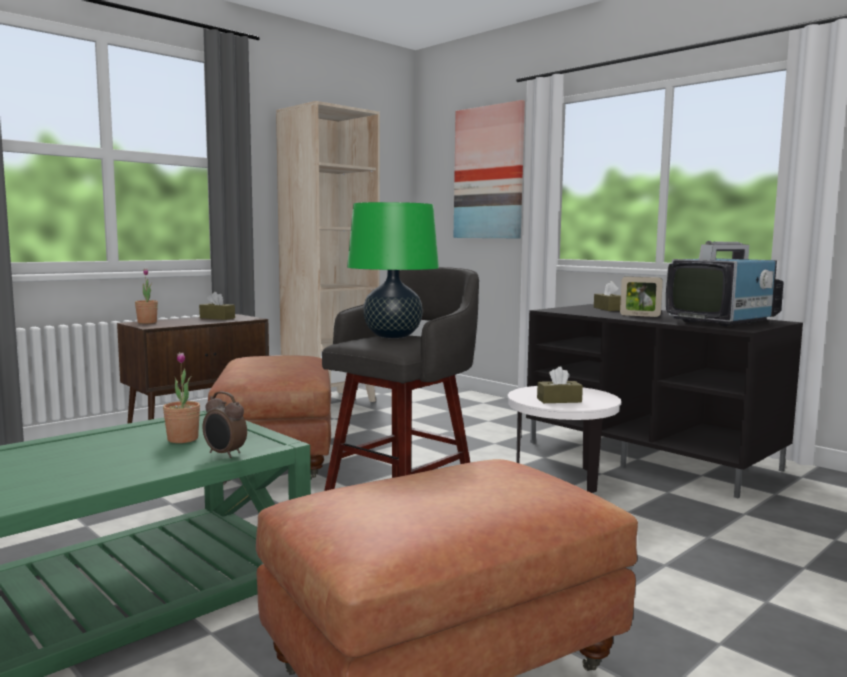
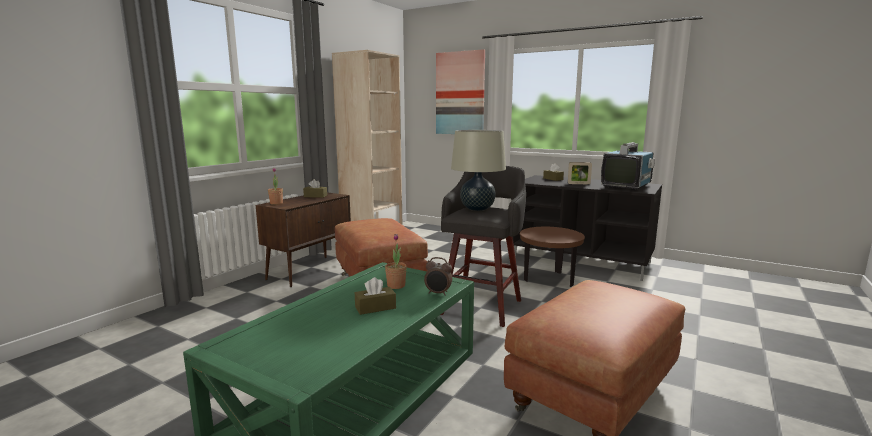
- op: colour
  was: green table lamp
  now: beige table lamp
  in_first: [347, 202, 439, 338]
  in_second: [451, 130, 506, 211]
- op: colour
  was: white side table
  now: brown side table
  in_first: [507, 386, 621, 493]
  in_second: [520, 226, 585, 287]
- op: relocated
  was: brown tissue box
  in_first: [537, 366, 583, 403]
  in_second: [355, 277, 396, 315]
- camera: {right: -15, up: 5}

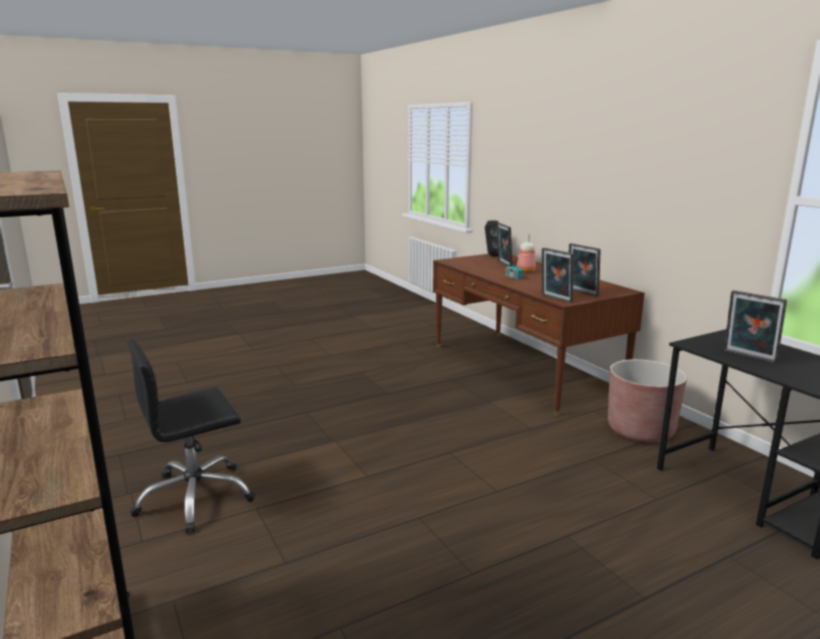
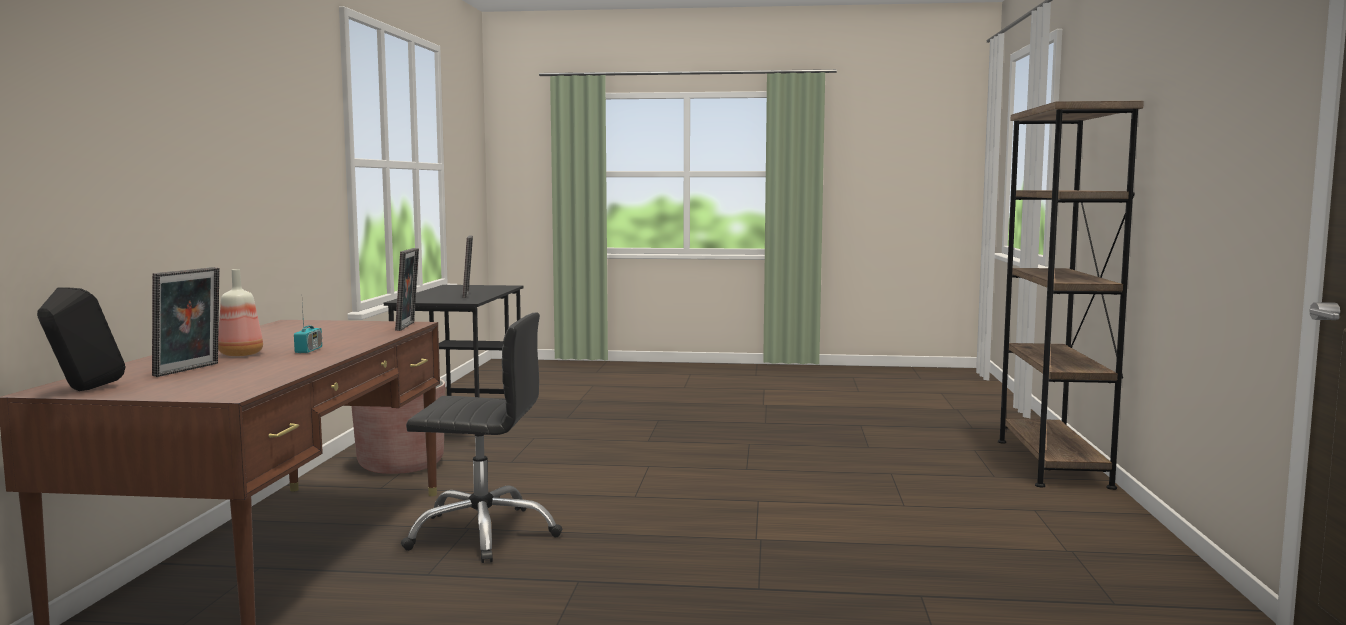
- op: relocated
  was: black office chair
  in_first: [127, 338, 256, 533]
  in_second: [401, 312, 562, 563]
- op: missing
  was: picture frame
  in_first: [569, 243, 601, 297]
- camera: {right: -145, up: -10}

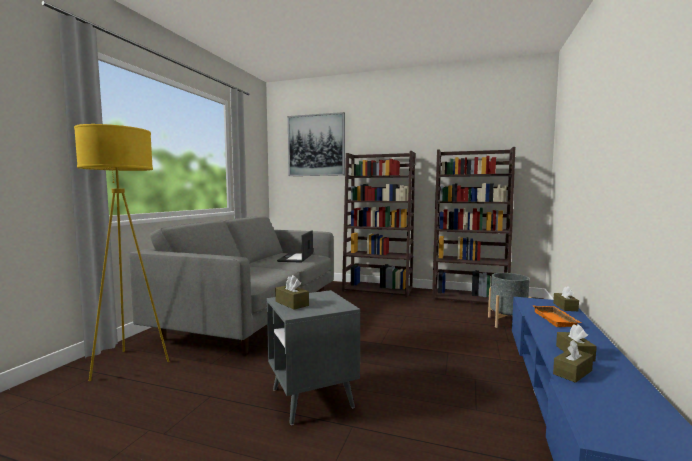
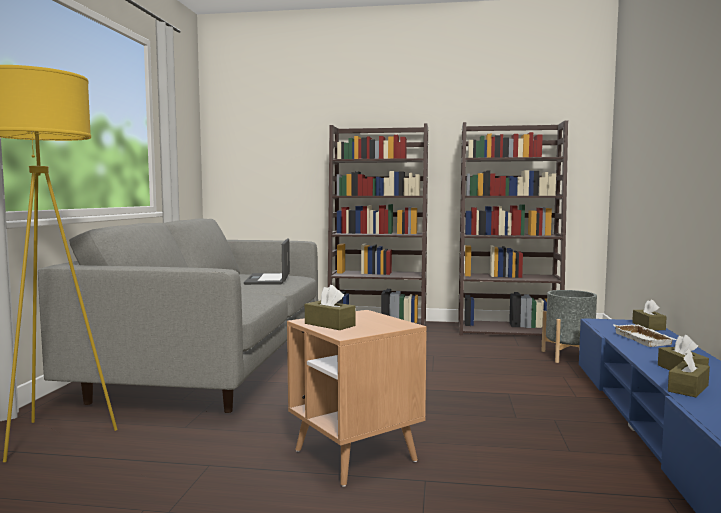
- op: colour
  was: grey side table
  now: brown side table
  in_first: [267, 290, 360, 425]
  in_second: [287, 310, 427, 487]
- op: missing
  was: picture
  in_first: [288, 112, 345, 176]
- op: colour
  was: orange tray
  now: white tray
  in_first: [532, 305, 581, 327]
  in_second: [614, 324, 677, 347]
- camera: {right: -10, up: 0}

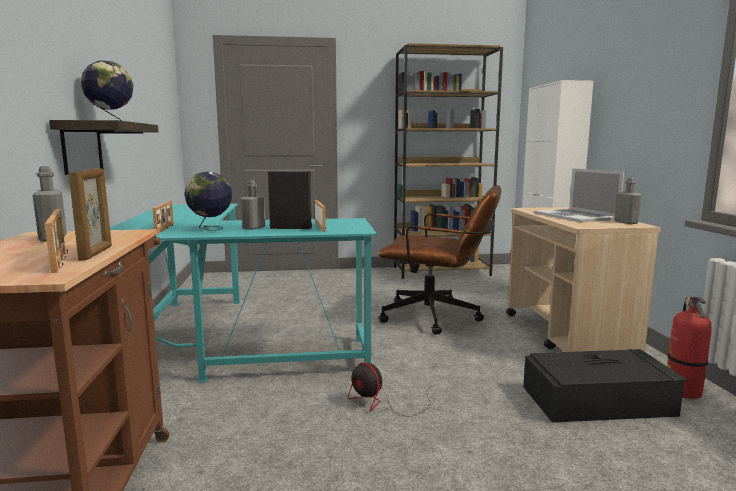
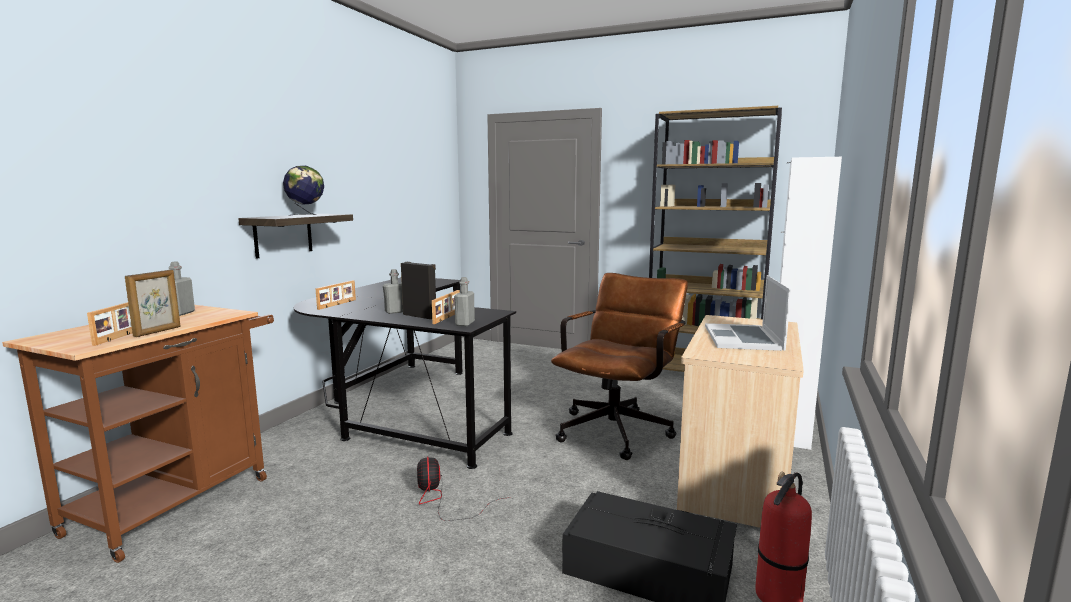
- op: colour
  was: turquoise desk
  now: black desk
  in_first: [110, 204, 377, 383]
  in_second: [294, 277, 516, 469]
- op: missing
  was: globe
  in_first: [184, 172, 232, 231]
- op: spun
  was: brown office chair
  in_first: [378, 185, 501, 335]
  in_second: [551, 273, 688, 460]
  clockwise: -105
- op: relocated
  was: grey bottle
  in_first: [614, 177, 642, 224]
  in_second: [454, 277, 475, 326]
- camera: {right: 30, up: 0}

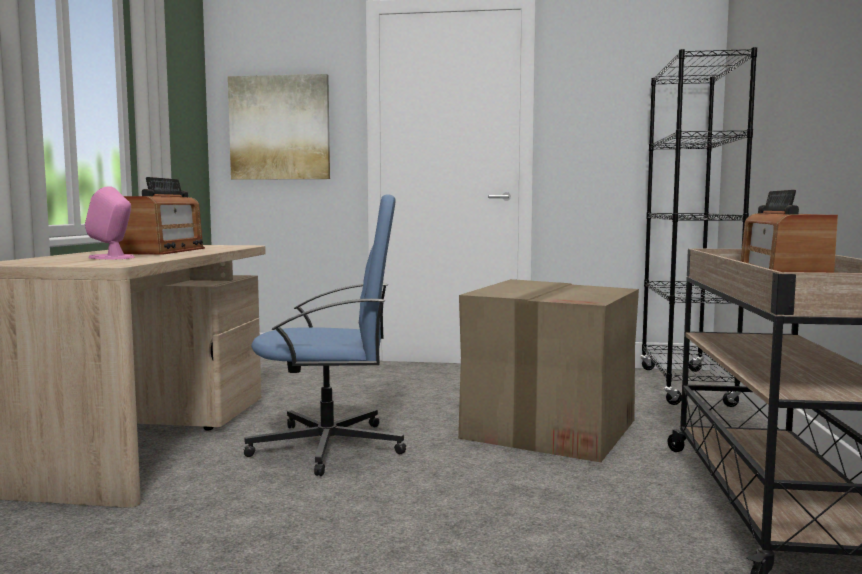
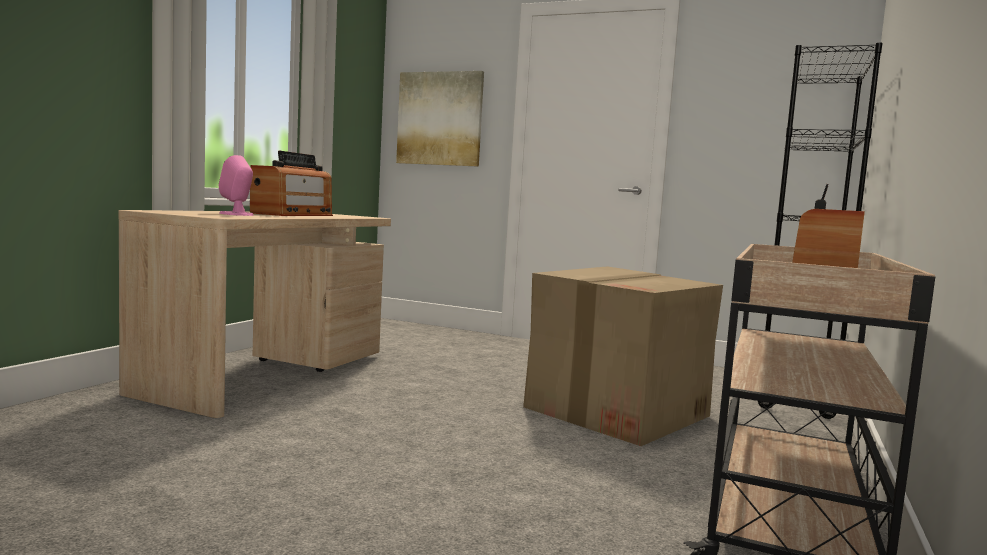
- op: missing
  was: blue office chair
  in_first: [244, 194, 406, 476]
- camera: {right: 15, up: 0}

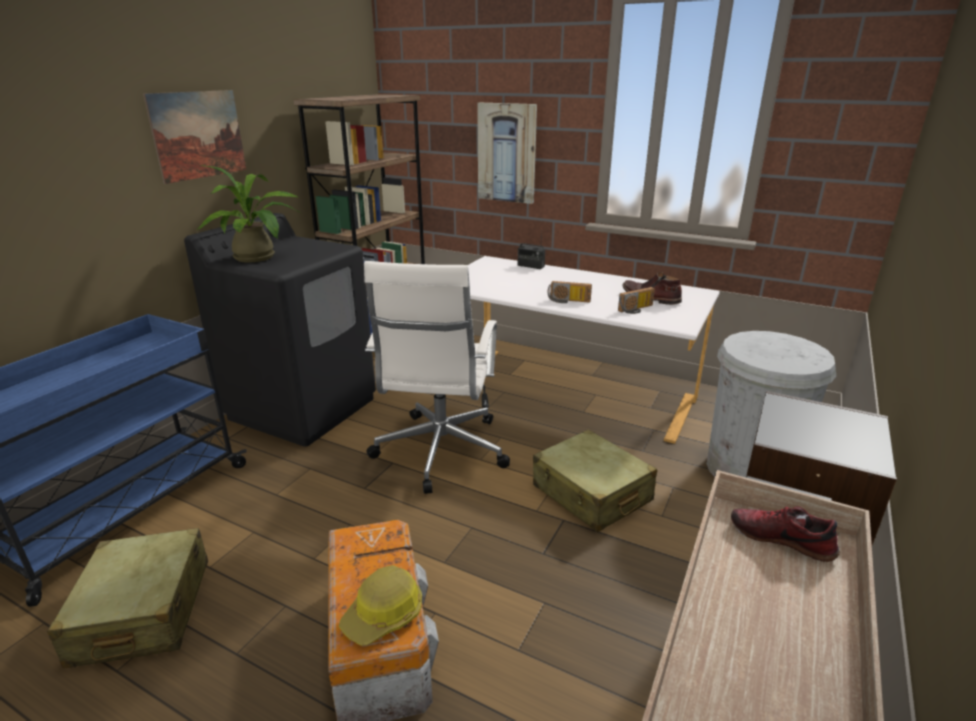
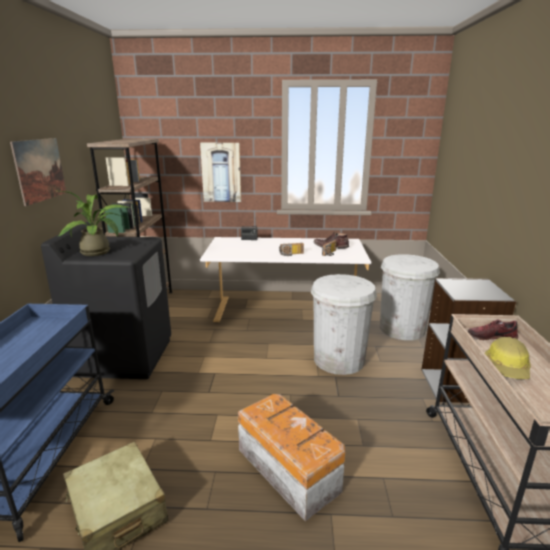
- op: relocated
  was: hard hat
  in_first: [339, 565, 422, 646]
  in_second: [485, 337, 531, 379]
- op: missing
  was: white office chair
  in_first: [364, 261, 510, 494]
- op: exchanged
  was: beige suitcase
  now: white trash can
  in_first: [533, 429, 657, 532]
  in_second: [311, 274, 377, 375]
- camera: {right: -25, up: -5}

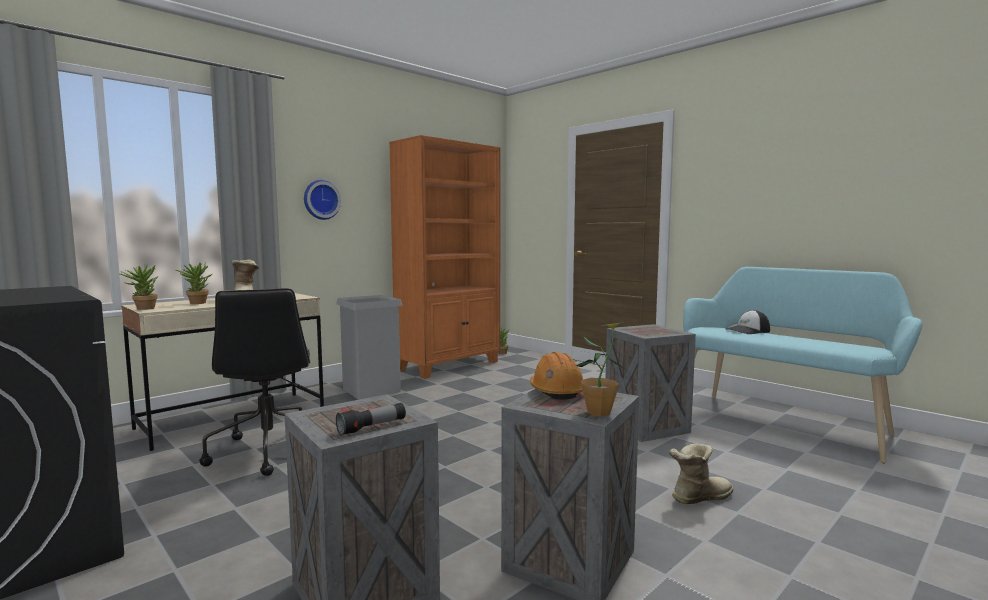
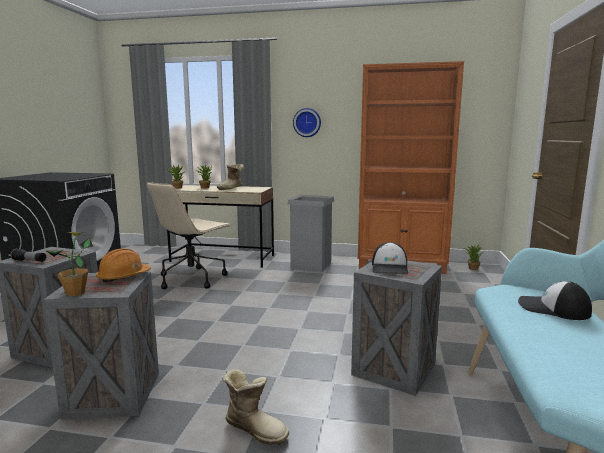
- op: colour
  was: black office chair
  now: beige office chair
  in_first: [199, 288, 310, 476]
  in_second: [147, 182, 232, 289]
- op: appeared
  now: cap
  in_second: [372, 242, 408, 274]
- camera: {right: 55, up: 5}

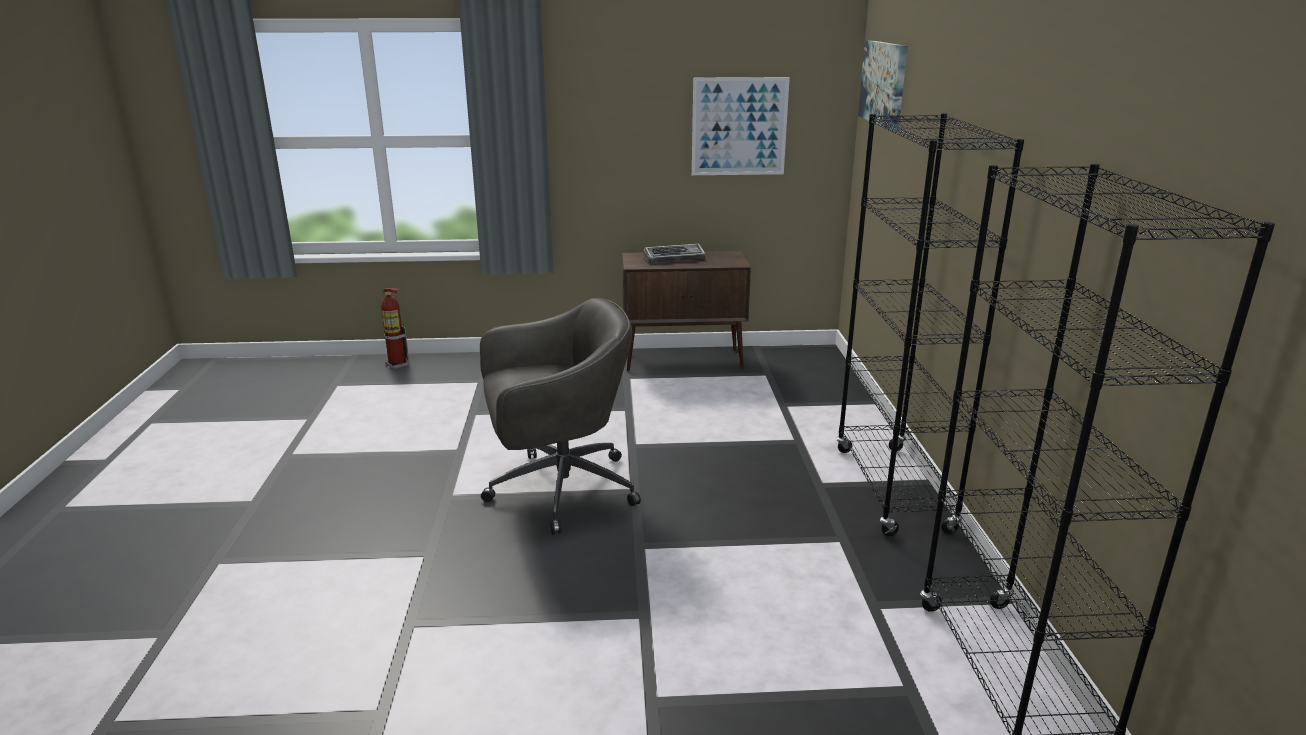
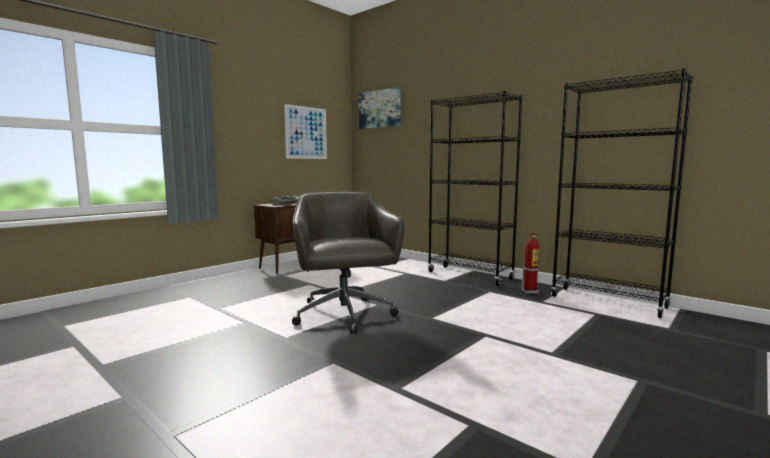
- op: relocated
  was: fire extinguisher
  in_first: [381, 288, 410, 369]
  in_second: [522, 232, 540, 294]
- op: spun
  was: grey office chair
  in_first: [480, 298, 641, 534]
  in_second: [292, 192, 405, 334]
  clockwise: -45
- camera: {right: -45, up: -15}

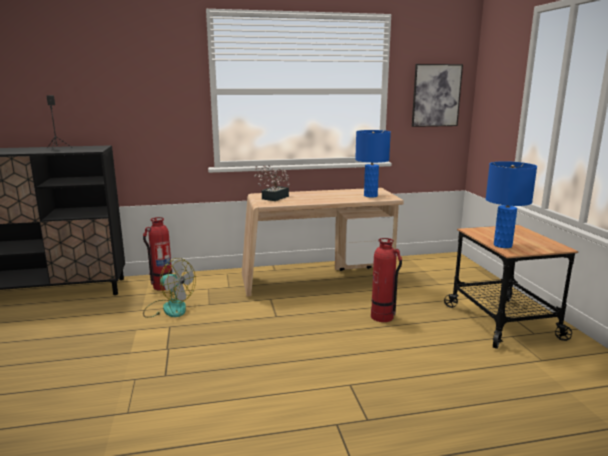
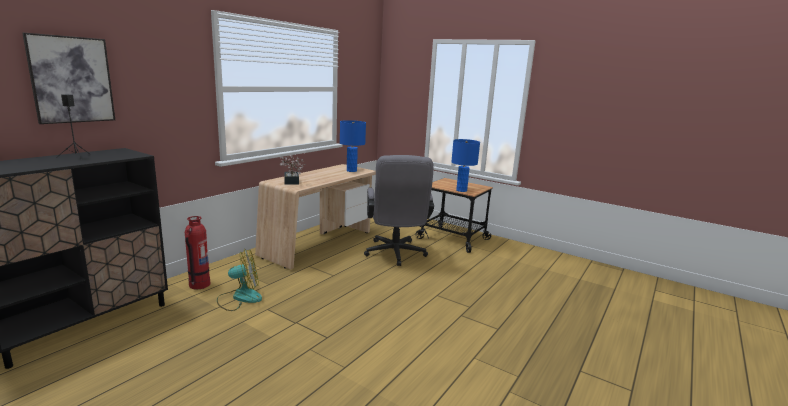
- op: exchanged
  was: fire extinguisher
  now: grey office chair
  in_first: [371, 238, 402, 322]
  in_second: [364, 155, 434, 266]
- op: relocated
  was: picture
  in_first: [412, 64, 463, 127]
  in_second: [22, 33, 115, 124]
- camera: {right: -45, up: 0}

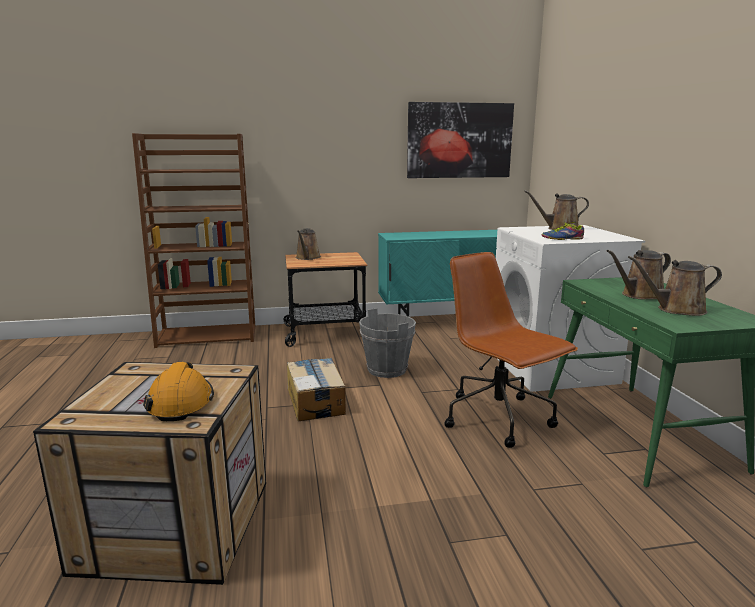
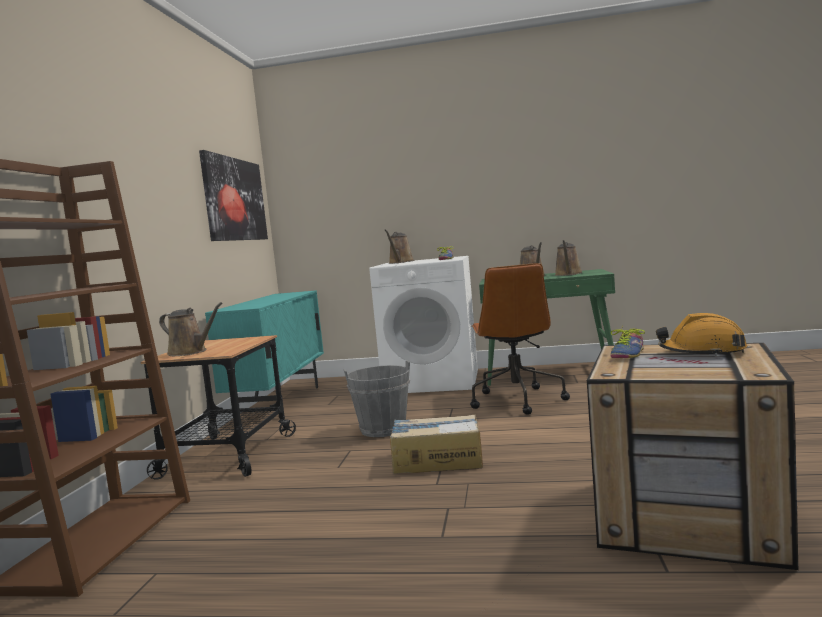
- op: spun
  was: brown office chair
  in_first: [444, 252, 578, 448]
  in_second: [470, 263, 570, 414]
  clockwise: -75
- op: appeared
  now: shoe
  in_second: [610, 326, 645, 358]
- camera: {right: -70, up: -10}

